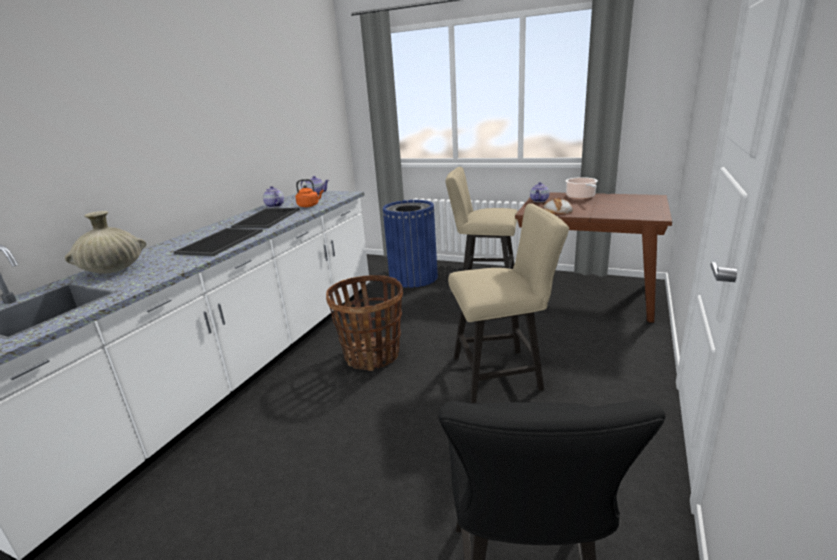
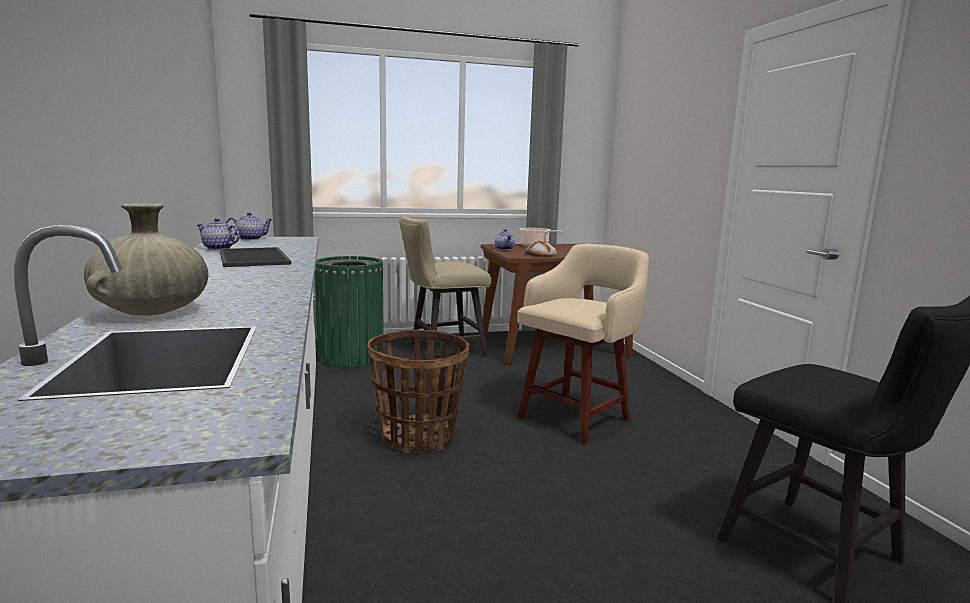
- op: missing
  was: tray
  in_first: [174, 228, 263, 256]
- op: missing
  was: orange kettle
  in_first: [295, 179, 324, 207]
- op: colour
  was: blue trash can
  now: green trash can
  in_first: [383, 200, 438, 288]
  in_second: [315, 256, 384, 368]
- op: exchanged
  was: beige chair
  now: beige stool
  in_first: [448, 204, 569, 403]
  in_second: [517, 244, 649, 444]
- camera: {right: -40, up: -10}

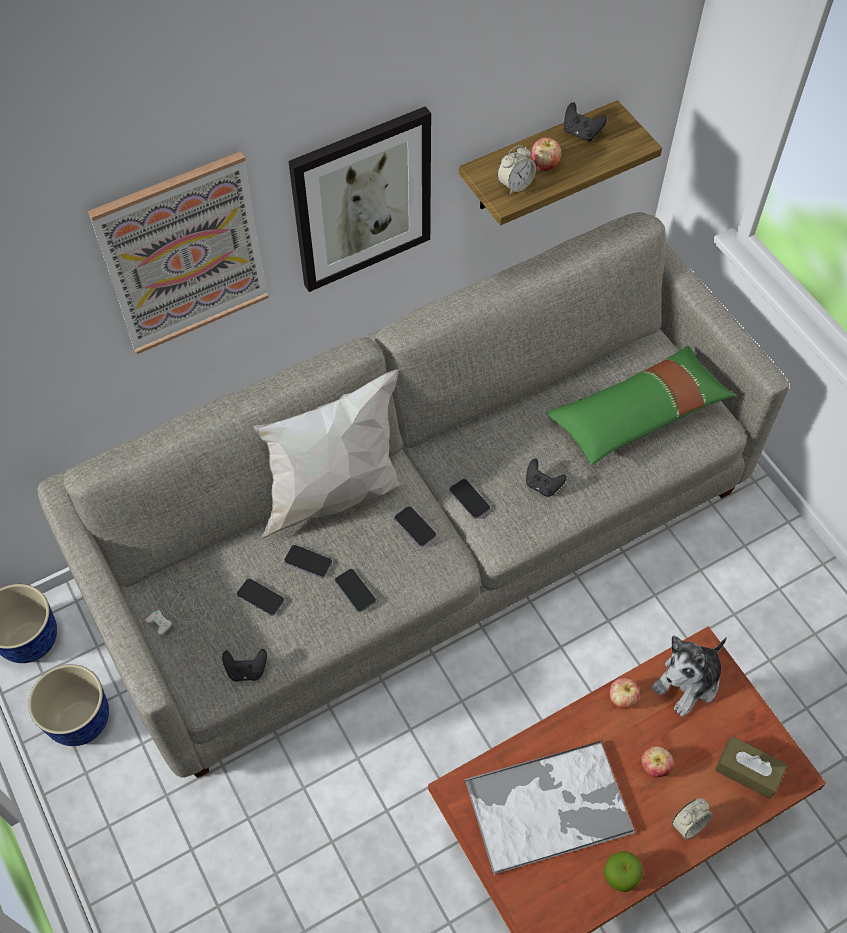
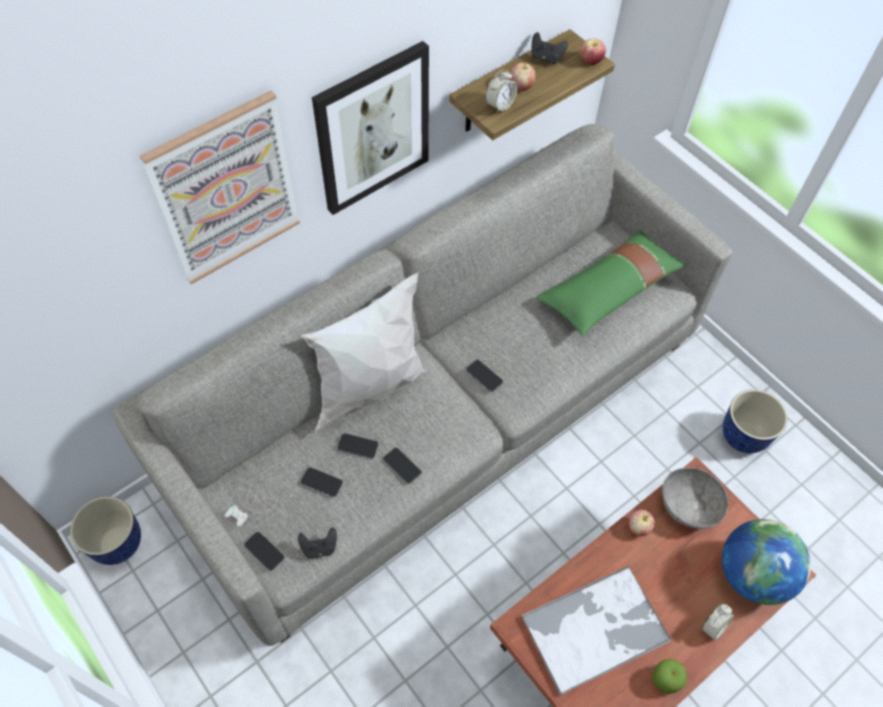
- op: relocated
  was: planter
  in_first: [28, 664, 109, 746]
  in_second: [723, 389, 788, 453]
- op: relocated
  was: phone
  in_first: [395, 506, 436, 547]
  in_second: [244, 532, 285, 571]
- op: missing
  was: black game controller
  in_first: [526, 459, 567, 497]
- op: relocated
  was: apple
  in_first: [641, 746, 673, 778]
  in_second: [580, 39, 606, 65]
- op: exchanged
  was: plush toy
  now: grey bowl
  in_first: [651, 635, 727, 717]
  in_second: [662, 468, 728, 529]
- op: exchanged
  was: brown tissue box
  now: globe
  in_first: [715, 736, 788, 799]
  in_second: [722, 519, 811, 605]
- camera: {right: -10, up: 0}

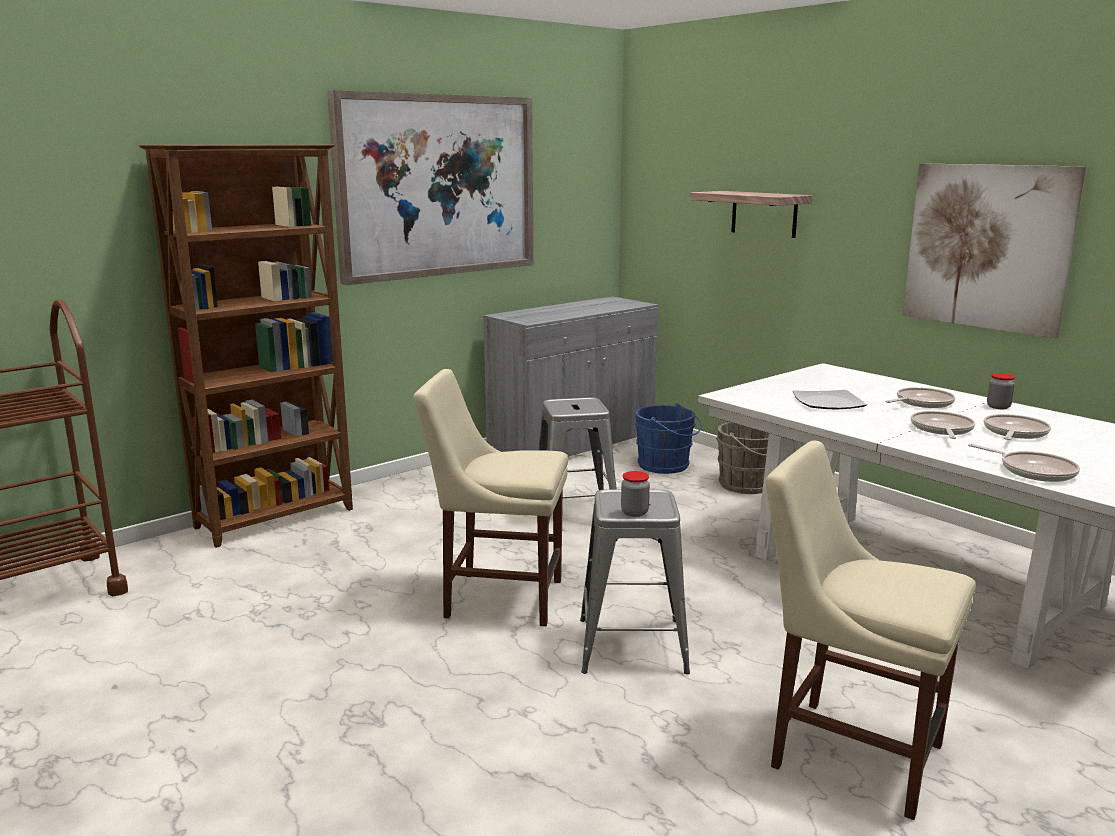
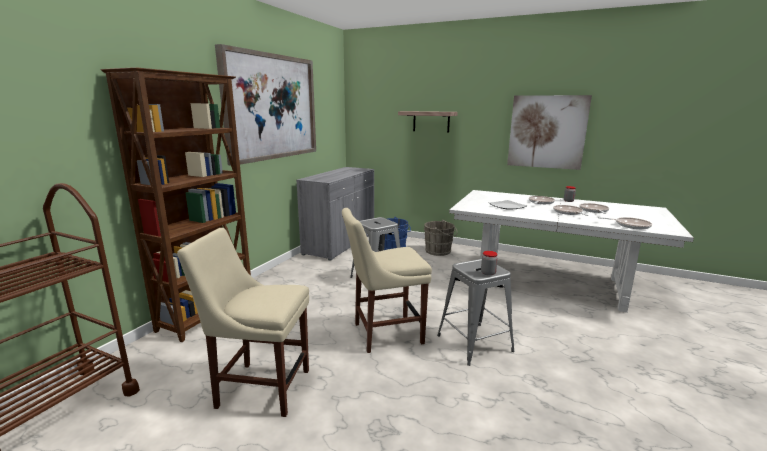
- op: relocated
  was: beige chair
  in_first: [766, 441, 976, 820]
  in_second: [177, 228, 309, 417]
- camera: {right: -25, up: 0}

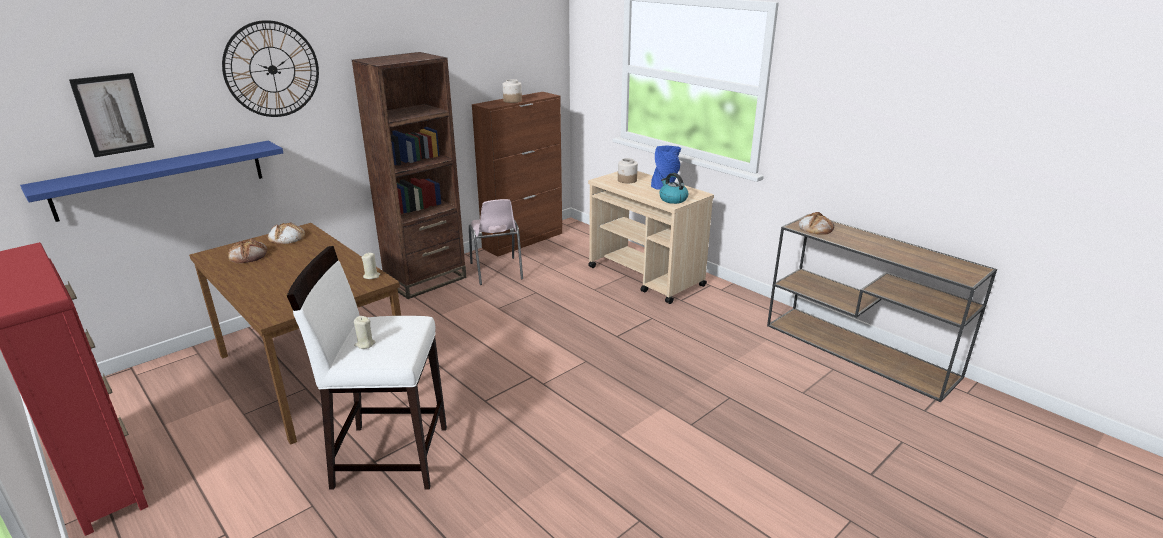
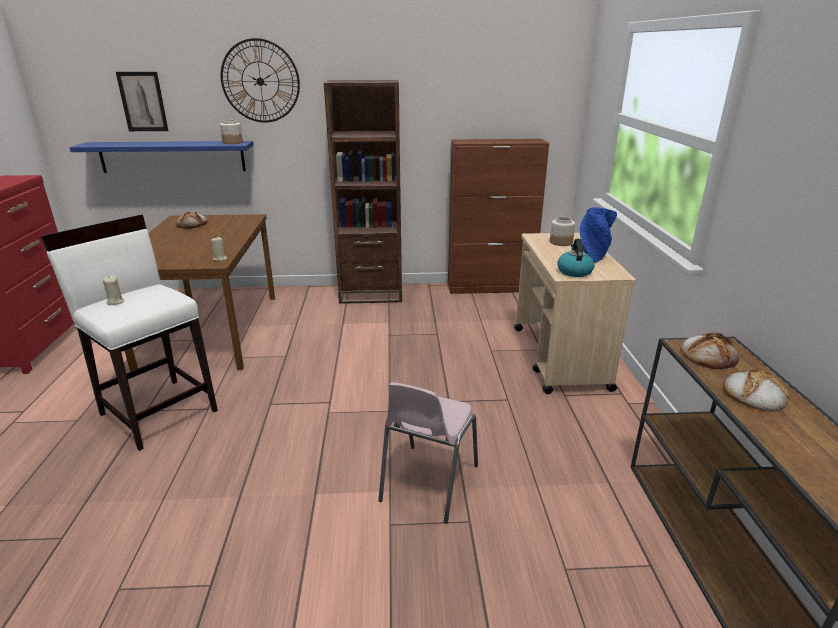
- op: relocated
  was: bread
  in_first: [268, 222, 305, 244]
  in_second: [723, 369, 789, 411]
- op: relocated
  was: pink chair
  in_first: [469, 199, 523, 285]
  in_second: [378, 382, 478, 524]
- op: relocated
  was: jar
  in_first: [503, 79, 522, 103]
  in_second: [220, 120, 243, 144]
- camera: {right: 40, up: 0}

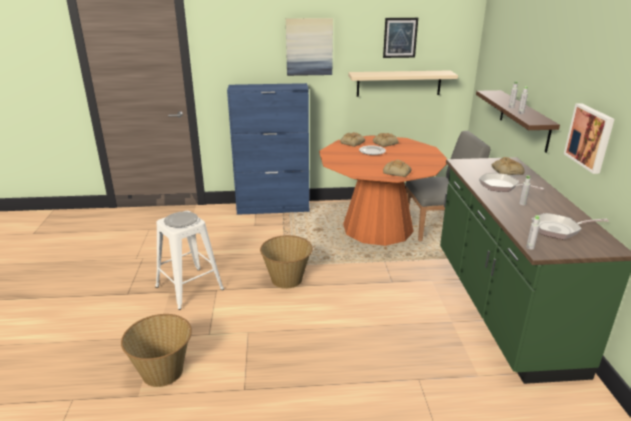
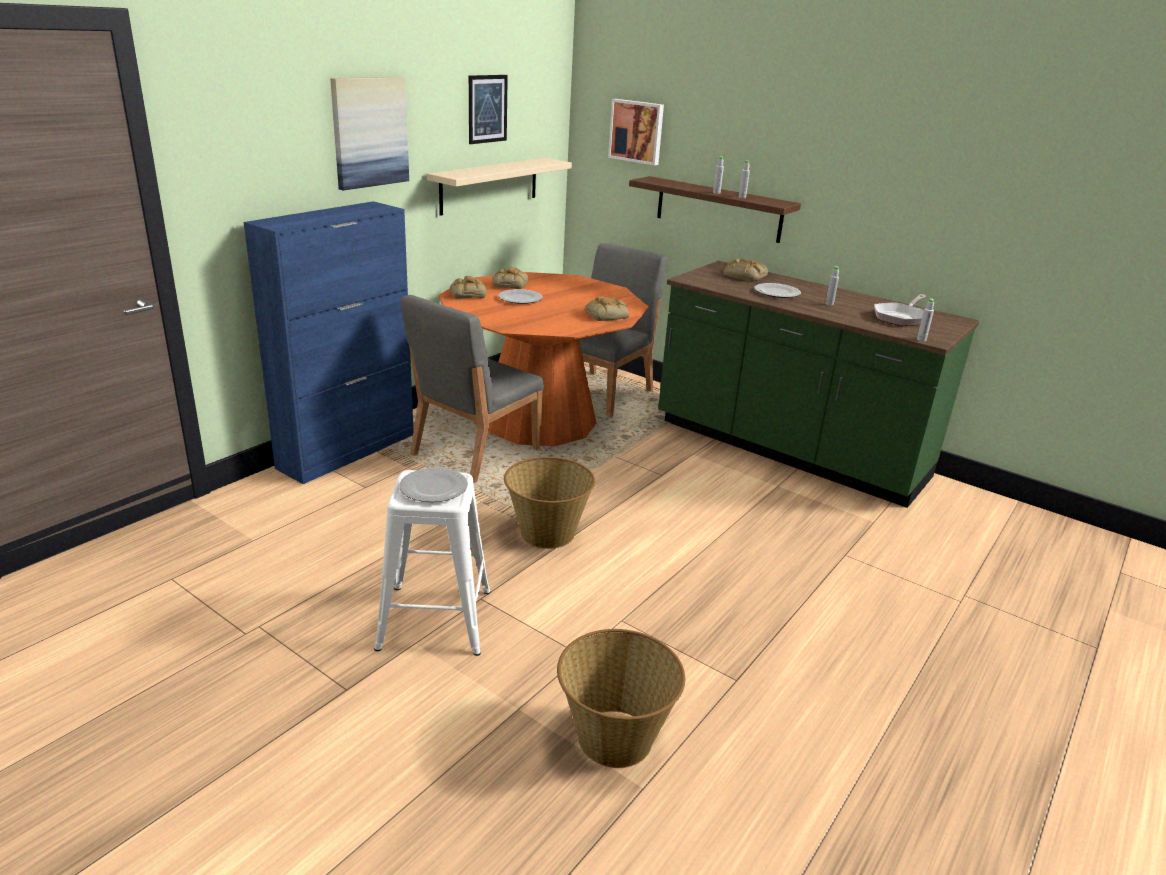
- op: exchanged
  was: frying pan
  now: plate
  in_first: [479, 173, 544, 192]
  in_second: [754, 283, 801, 298]
- op: relocated
  was: picture
  in_first: [564, 103, 615, 174]
  in_second: [608, 99, 664, 166]
- op: appeared
  now: grey chair
  in_second: [401, 295, 544, 484]
- camera: {right: -50, up: 0}

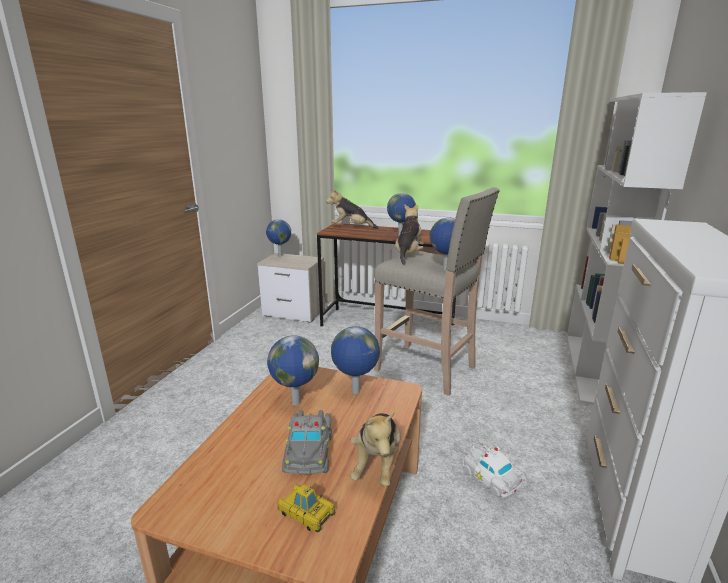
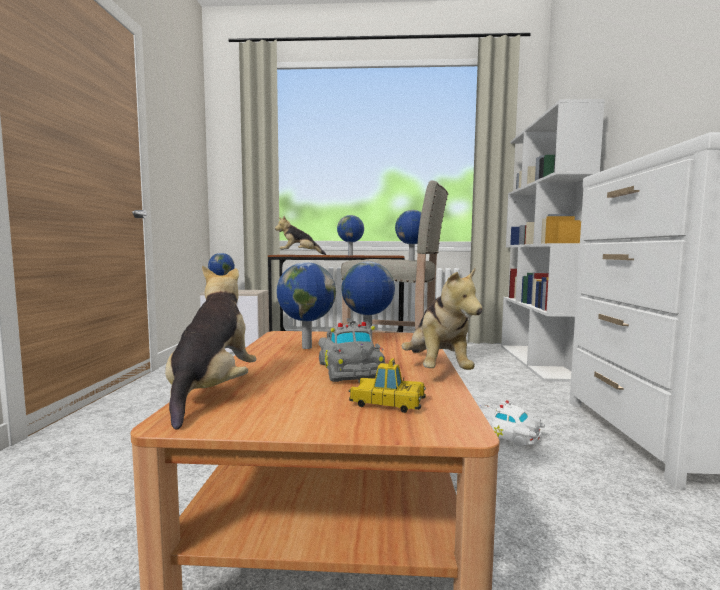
- op: relocated
  was: plush toy
  in_first: [395, 204, 424, 265]
  in_second: [165, 265, 256, 430]
- camera: {right: -15, up: -15}

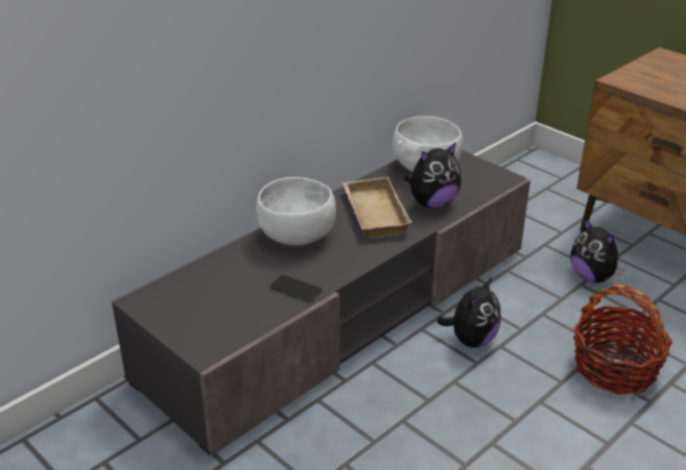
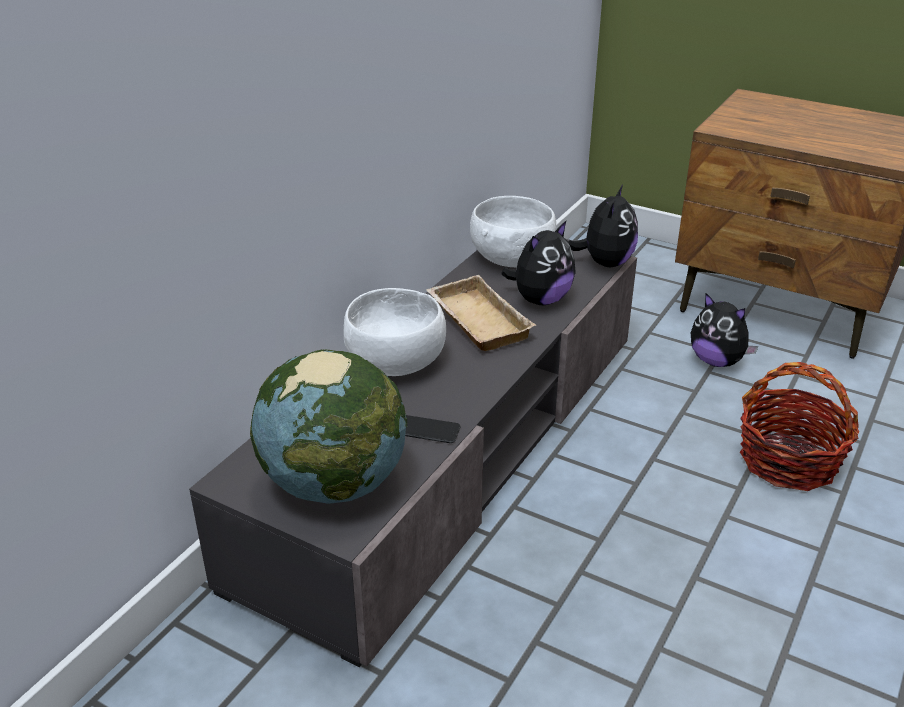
- op: relocated
  was: plush toy
  in_first: [437, 277, 501, 348]
  in_second: [569, 185, 638, 267]
- op: appeared
  now: globe
  in_second: [250, 349, 408, 504]
- camera: {right: -15, up: 0}

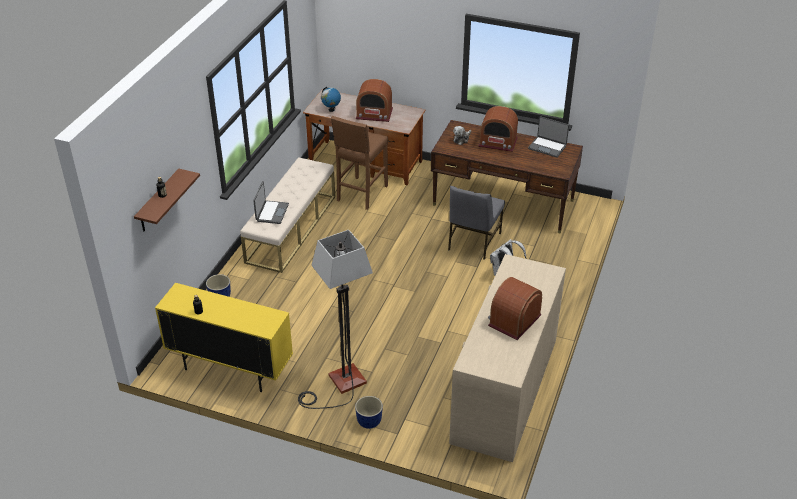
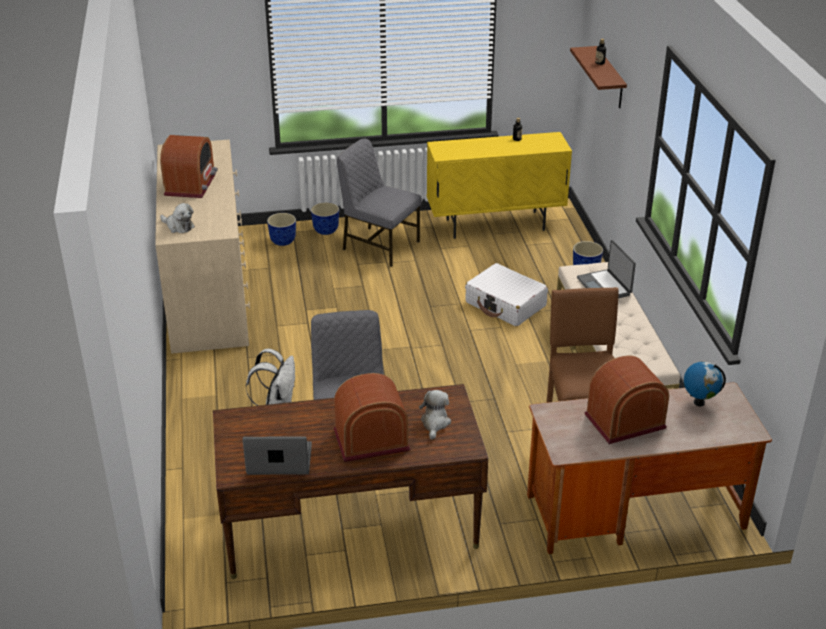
- op: exchanged
  was: floor lamp
  now: grey chair
  in_first: [298, 230, 373, 409]
  in_second: [337, 139, 422, 267]
- op: appeared
  now: plush toy
  in_second: [160, 203, 195, 233]
- op: appeared
  now: planter
  in_second: [267, 213, 296, 246]
- op: appeared
  now: white suitcase
  in_second: [465, 263, 548, 327]
- camera: {right: 150, up: -5}

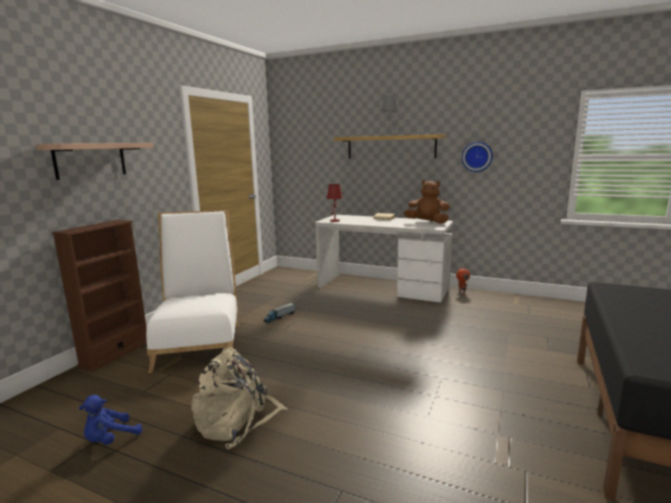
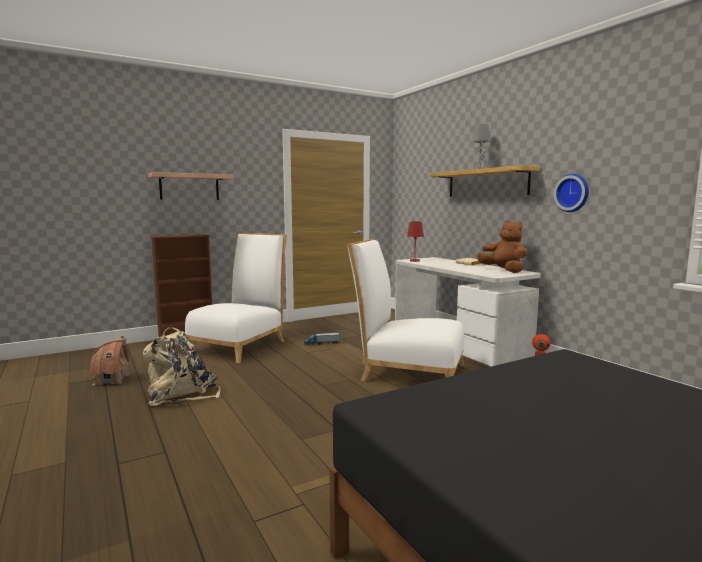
- op: exchanged
  was: blue plush toy
  now: toy house
  in_first: [79, 395, 142, 445]
  in_second: [90, 335, 130, 385]
- op: appeared
  now: white chair
  in_second: [348, 239, 465, 381]
- camera: {right: 35, up: -5}

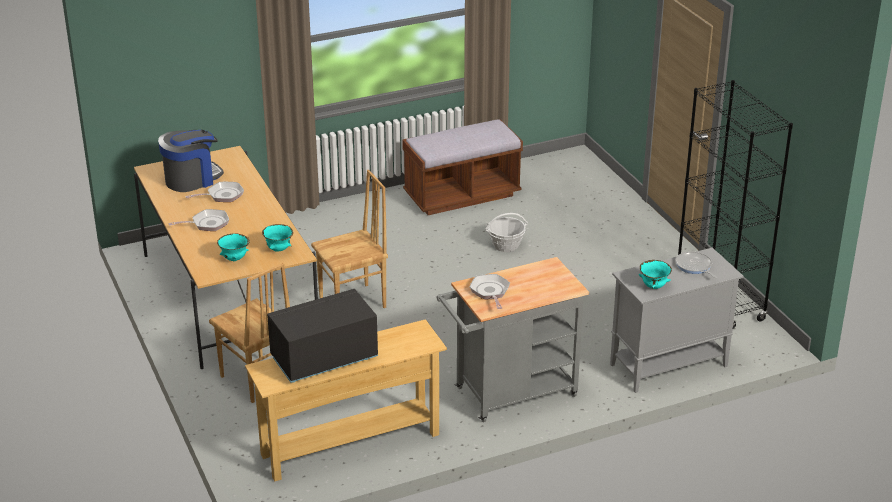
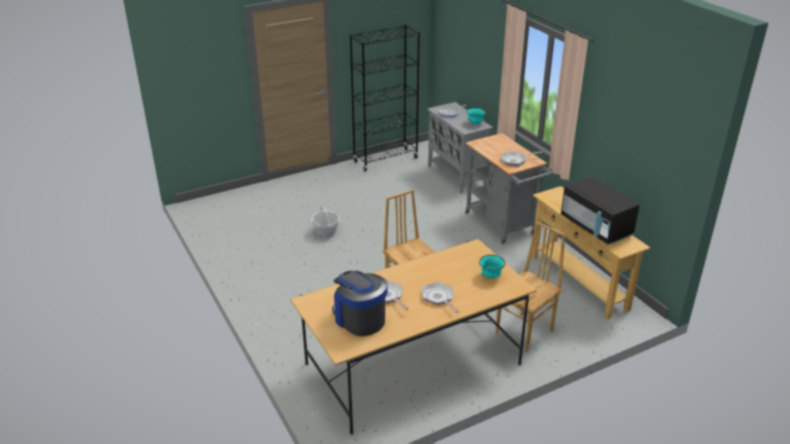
- op: missing
  was: turquoise bowl
  in_first: [262, 224, 293, 252]
- op: missing
  was: brown bench
  in_first: [402, 119, 523, 215]
- camera: {right: -95, up: 0}

